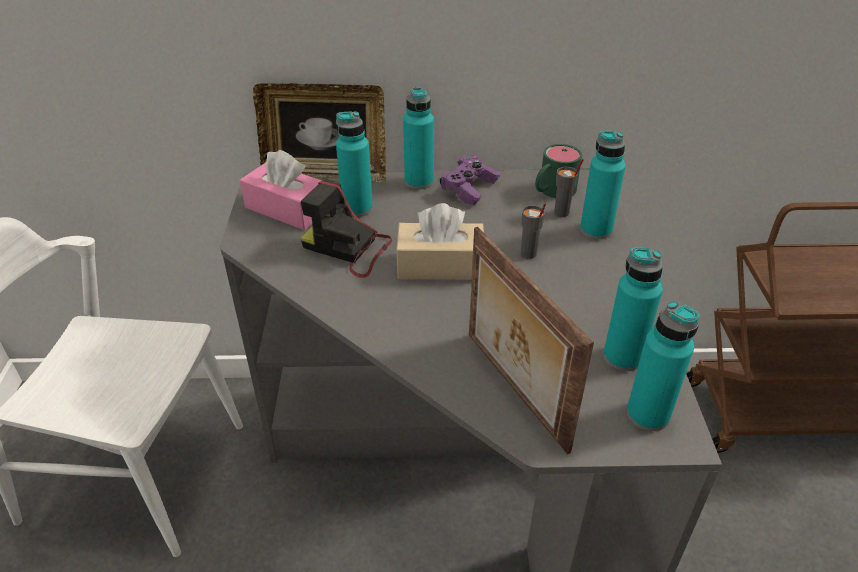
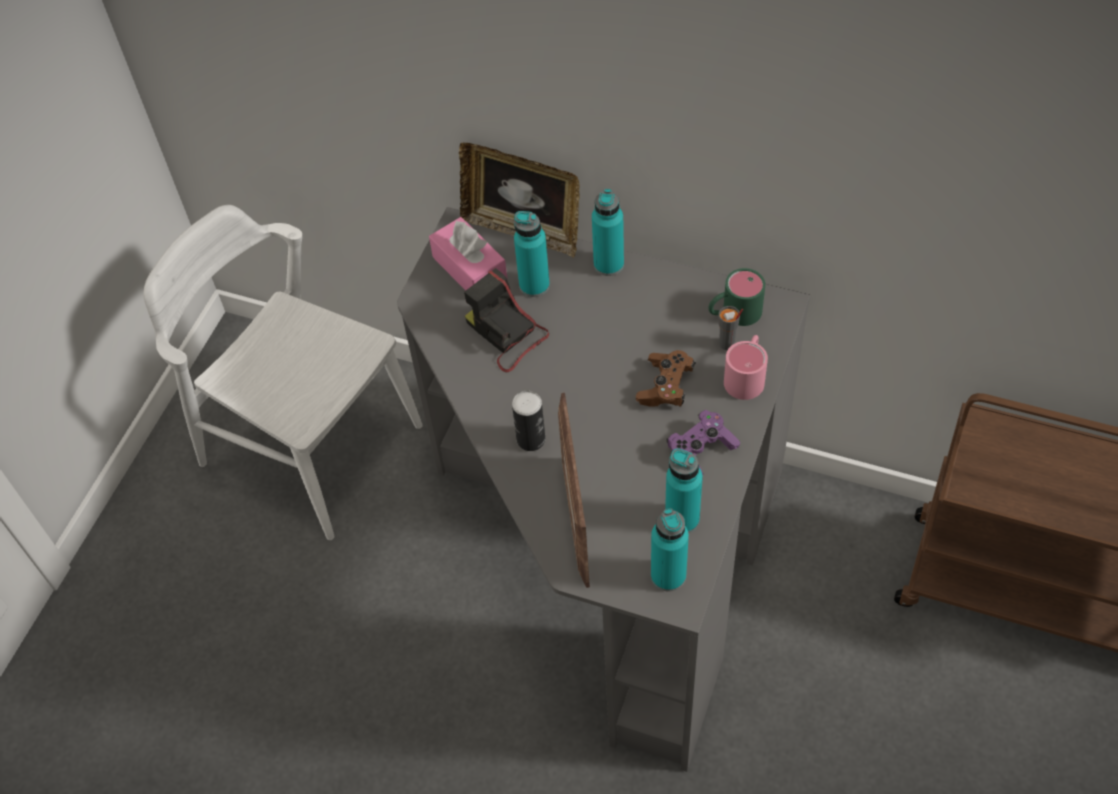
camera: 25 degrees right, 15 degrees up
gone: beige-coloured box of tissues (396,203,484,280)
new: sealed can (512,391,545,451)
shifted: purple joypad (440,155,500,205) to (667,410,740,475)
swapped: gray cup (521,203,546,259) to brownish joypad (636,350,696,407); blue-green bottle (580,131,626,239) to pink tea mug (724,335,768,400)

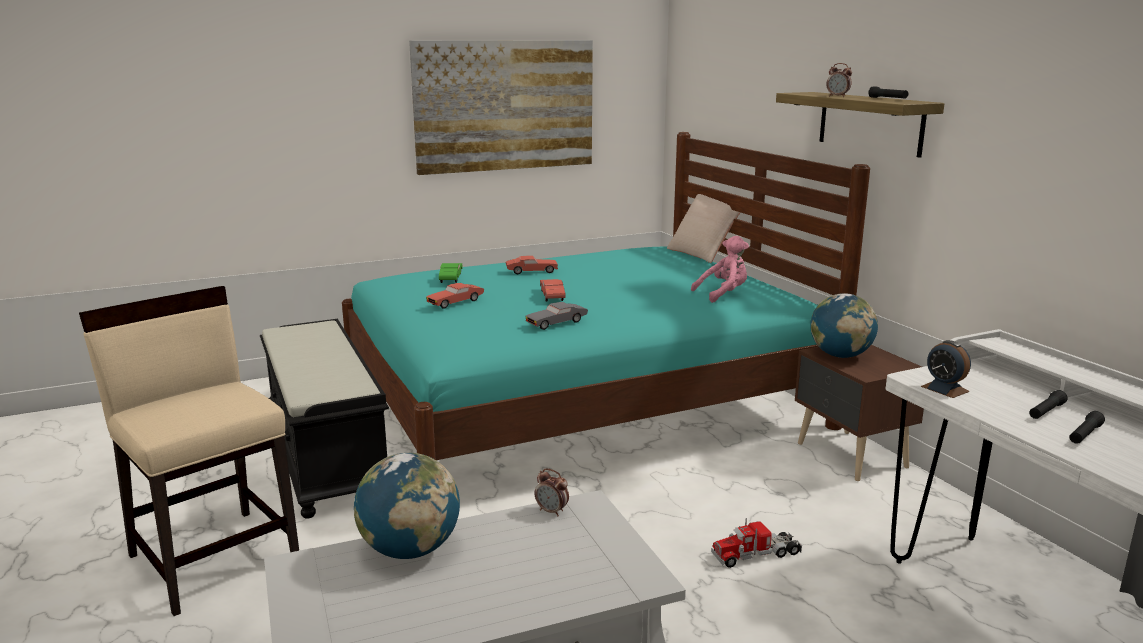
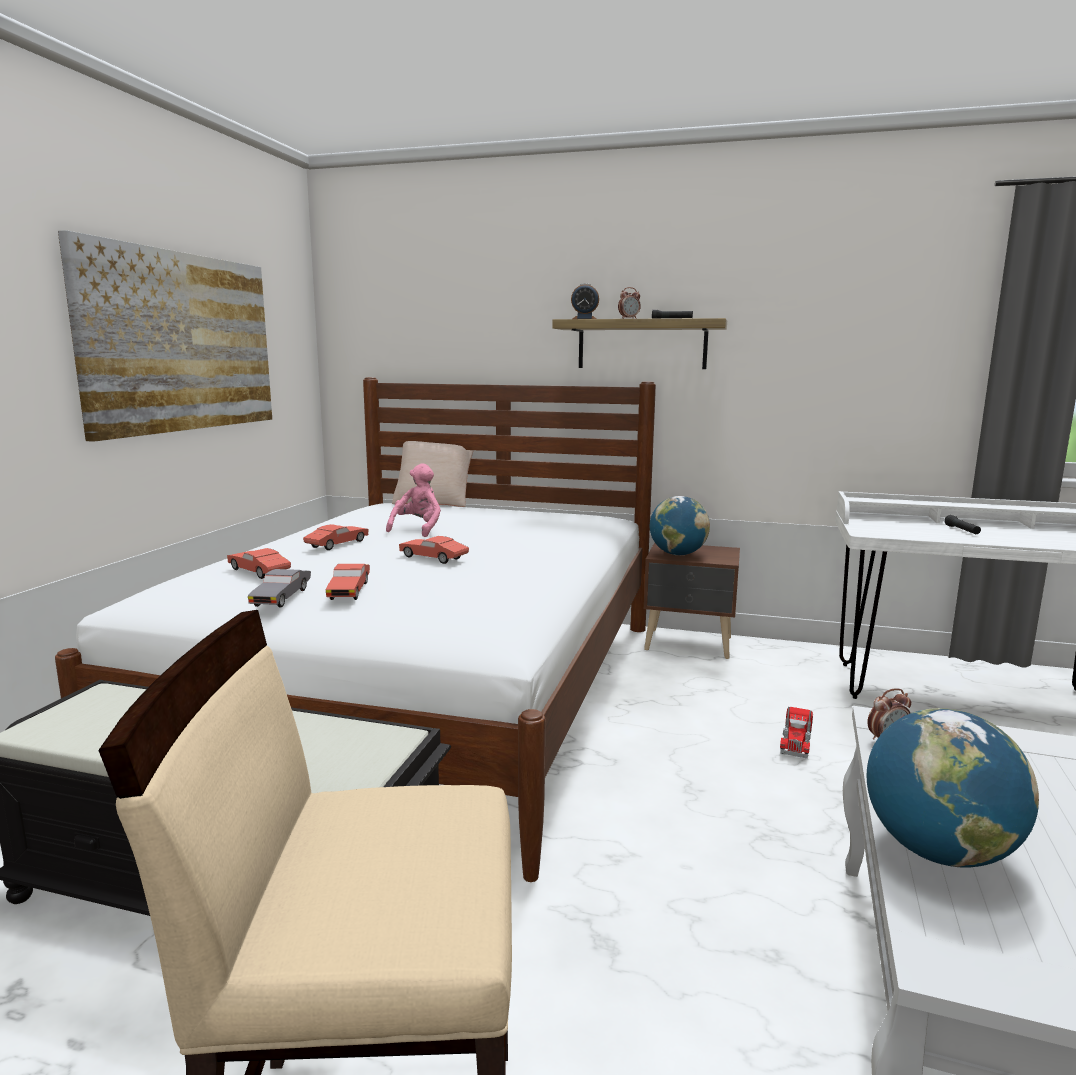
camera: 50 degrees left, 5 degrees down
gone: blackish hand torch (1069,411,1105,444)
shifted: gray miniature car (525,302,588,330) to (248,569,311,608); pink soft toy (691,236,749,303) to (386,463,441,537); alarm clock (921,340,971,398) to (571,283,599,319)
repainted: blue-green bed (342,132,870,460) to white-coloured bed (55,377,656,882); green-coloured miniature car (439,263,462,283) to red miniature car (227,548,291,579)

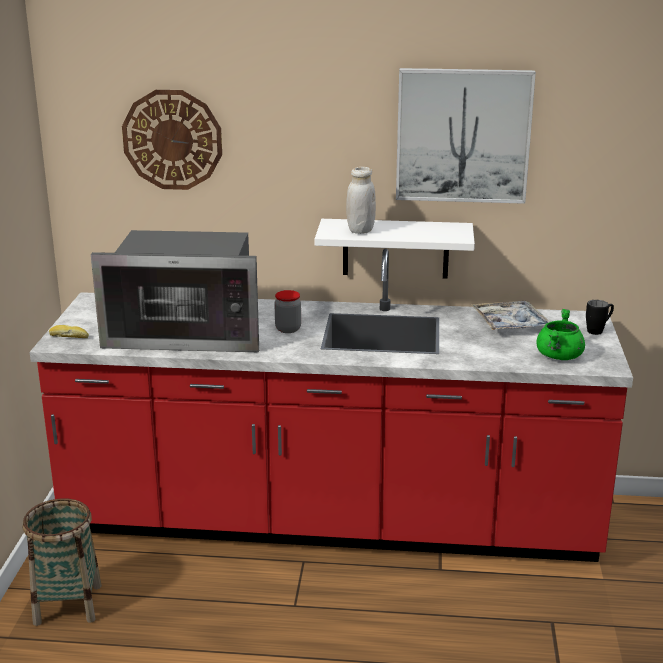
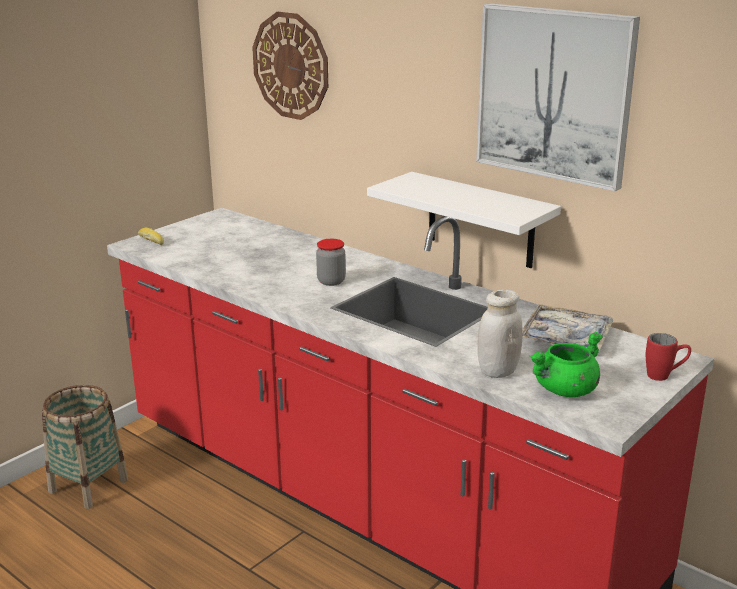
camera: 35 degrees right, 0 degrees up
gone: microwave oven (91,230,259,352)
shifted: white-coloured jar (346,167,376,234) to (478,290,523,378)
repainted: blackish tea mug (586,300,614,335) to red tea mug (646,333,691,381)

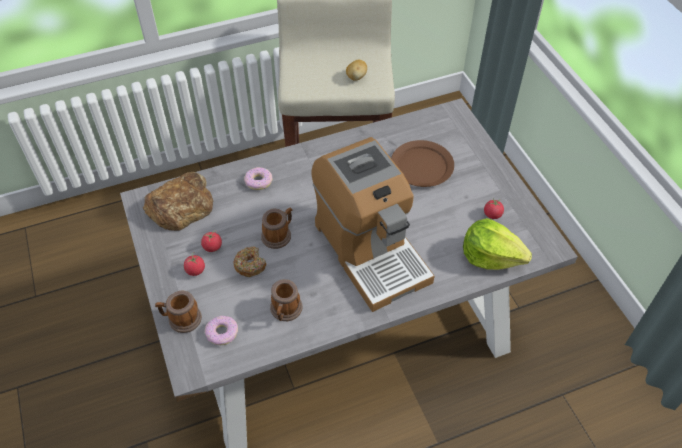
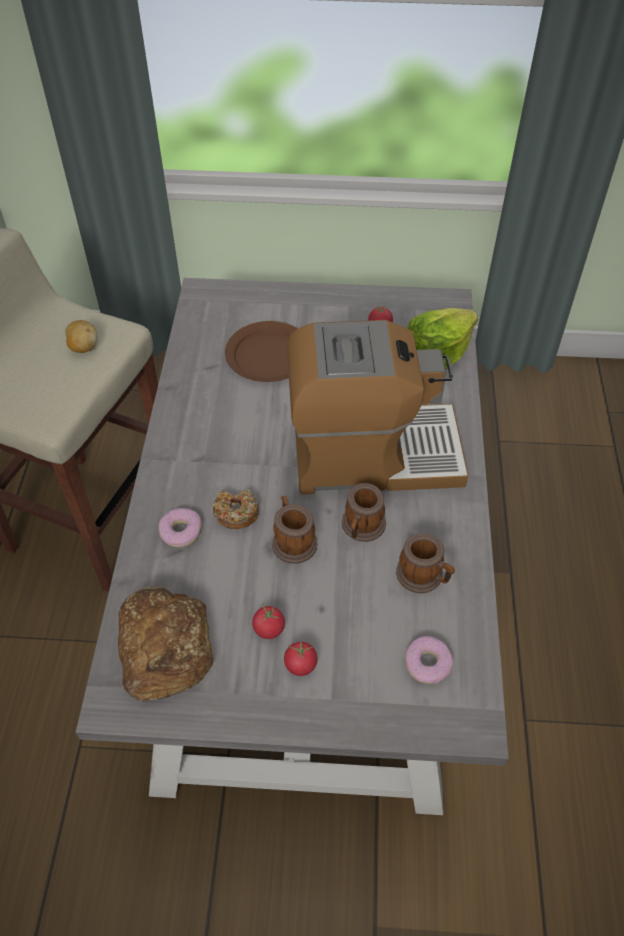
camera: 65 degrees left, 0 degrees up
shifted: tea mug (155,291,202,333) to (342,483,386,542); ring doughnut (233,246,266,277) to (213,489,259,529)

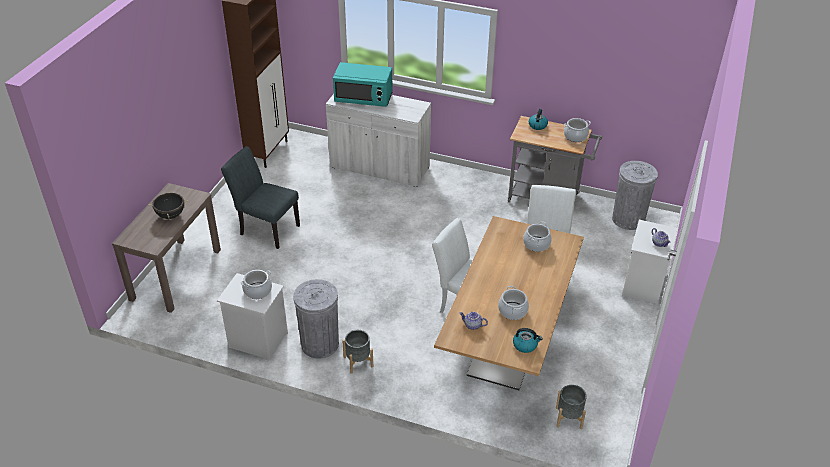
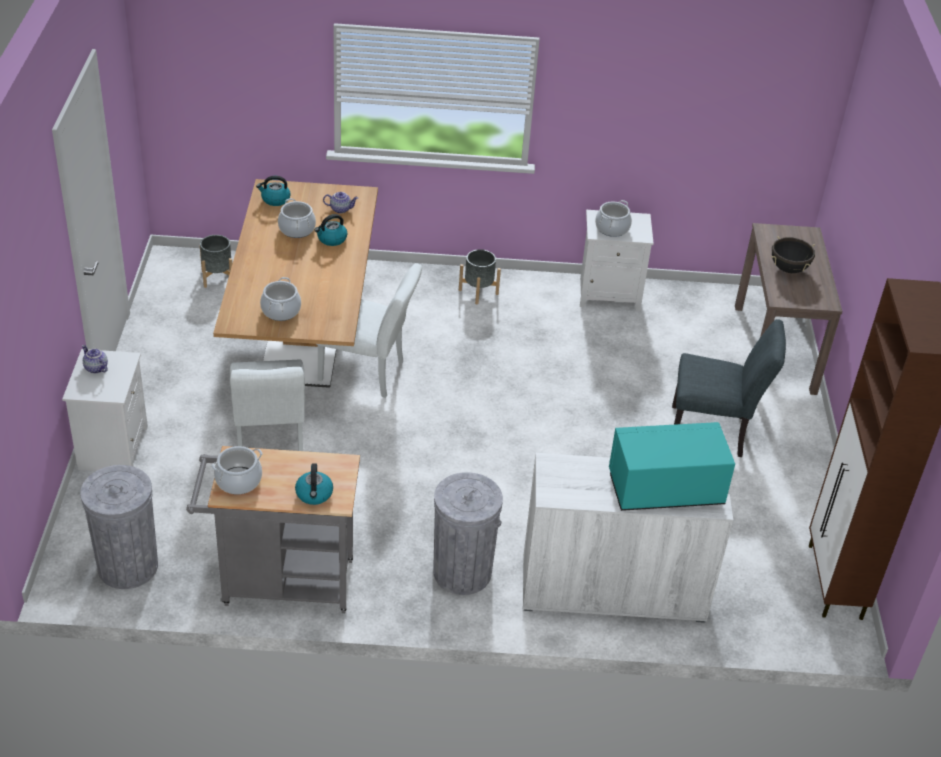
camera: 160 degrees right, 0 degrees up
new: tea kettle (315,214,347,246)
shifted: gray rubbish bin (293,279,339,359) to (433,472,503,595)

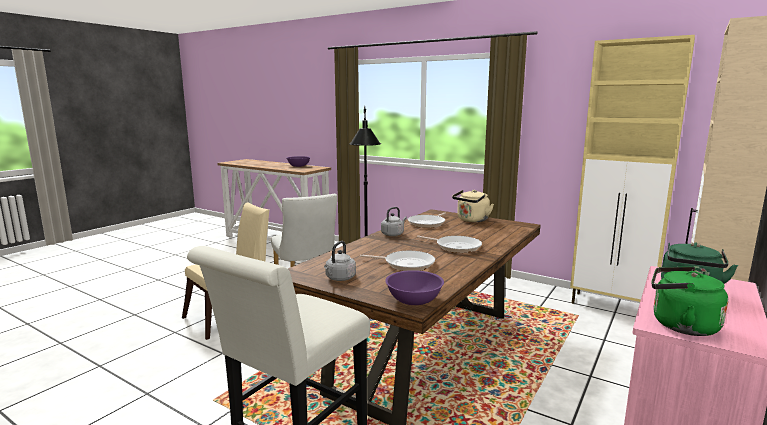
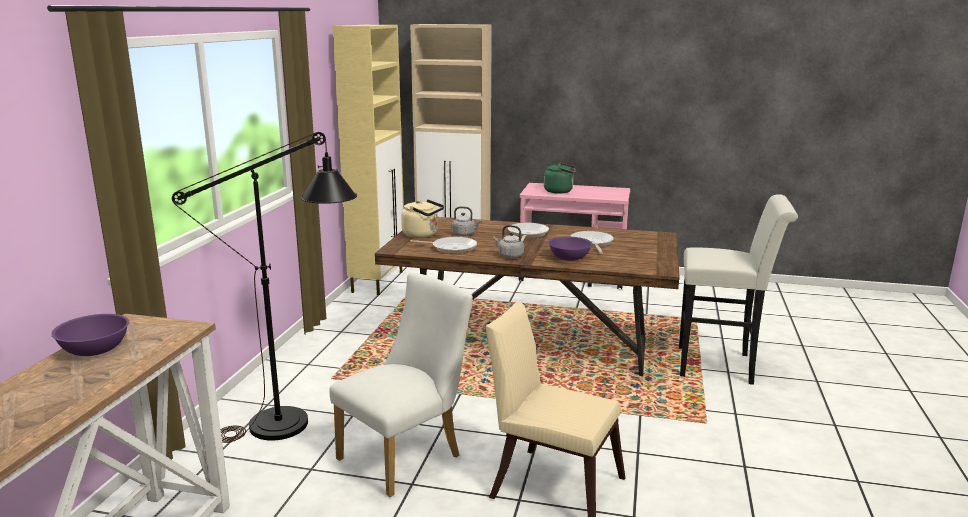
camera: 110 degrees left, 5 degrees up
gone: green-coloured tea kettle (651,267,728,336)
shifted: gray tea kettle (324,241,356,281) to (452,206,481,236); purple serving bowl (385,270,444,305) to (548,237,593,261)

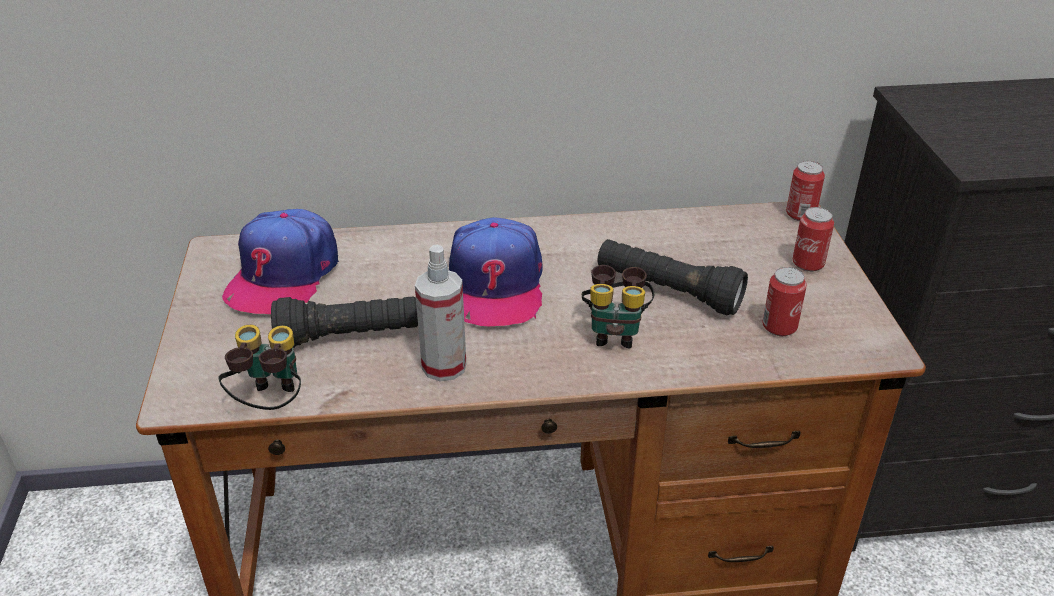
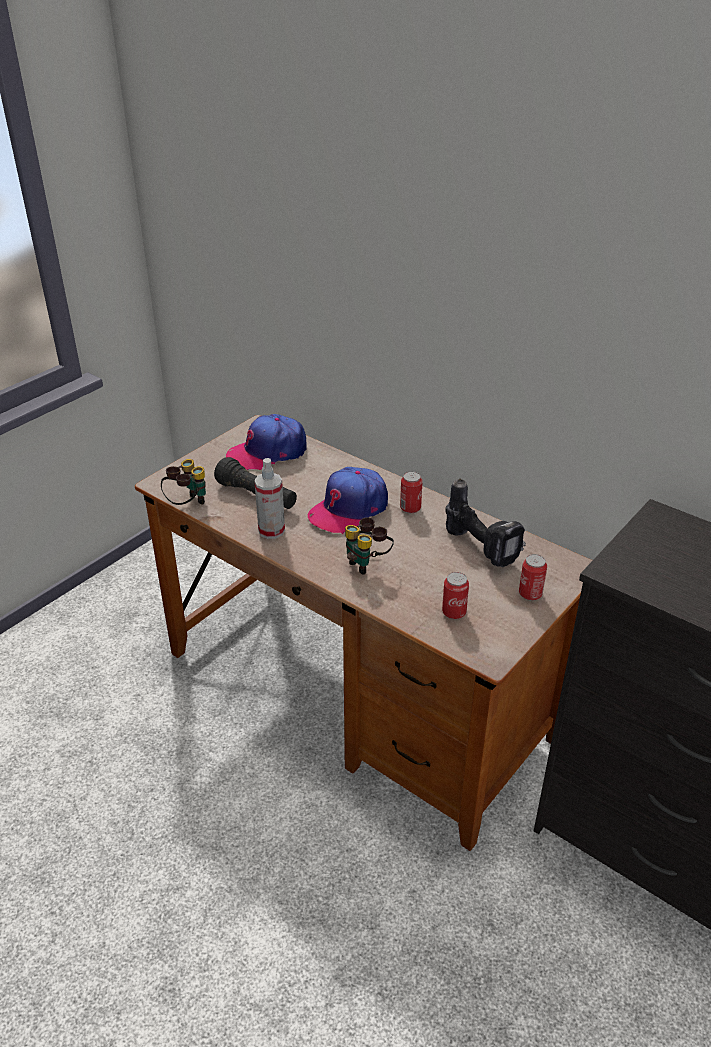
camera: 45 degrees right, 0 degrees up
gone: blackish hand torch (598,239,748,316)
new: electric drill (446,478,526,567)
shifted: sealed can (786,161,825,221) to (400,471,423,513)

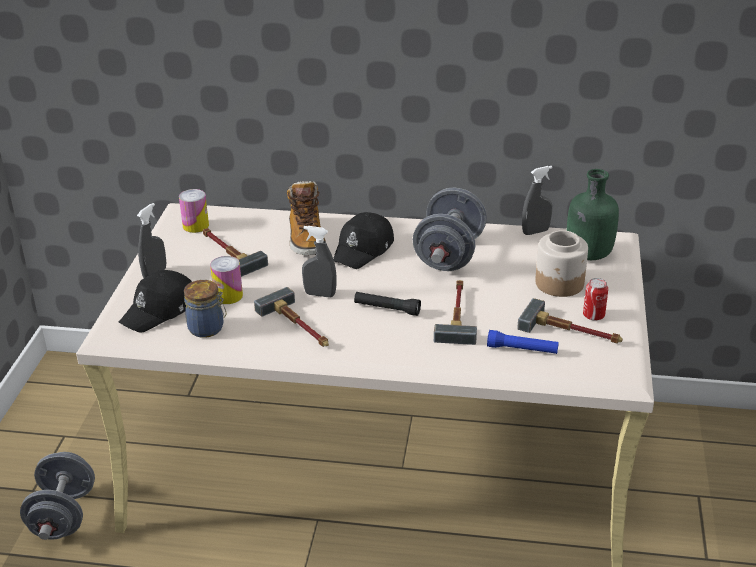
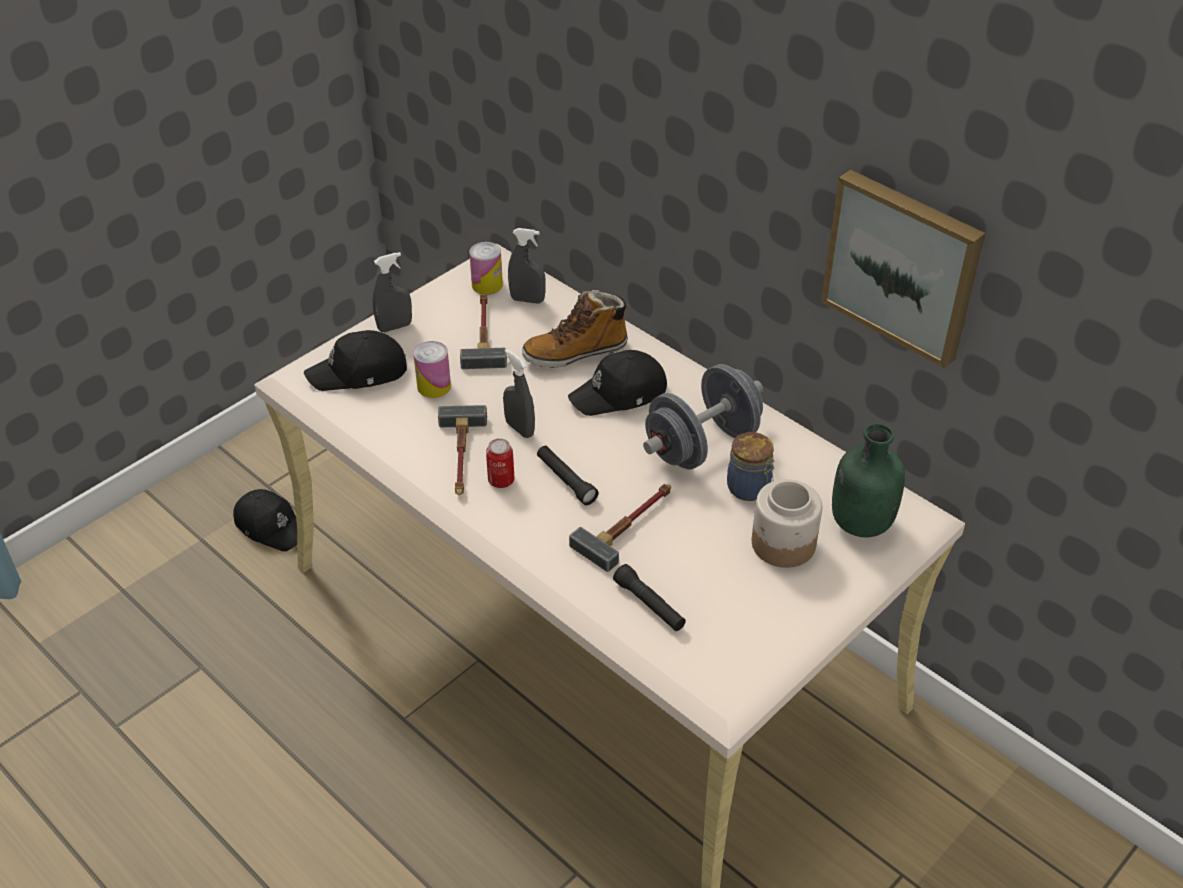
camera: 35 degrees right, 10 degrees up
gone: hammer (517,298,623,344)
new: wall picture (821,170,985,368)
shifted: jar (184,280,226,338) to (727,432,775,501); gray sprayer (522,166,552,235) to (508,228,546,304); sealed can (583,278,608,321) to (486,438,514,488)
swapped: gray hand weight (20,452,95,540) to blackish peaked cap (233,489,297,551)
repainted: blue-coloured hand torch (487,330,559,354) to blackish hand torch (613,564,686,631)
rotated: boot (287,181,326,255) = (522,290,630,368) 45 degrees clockwise

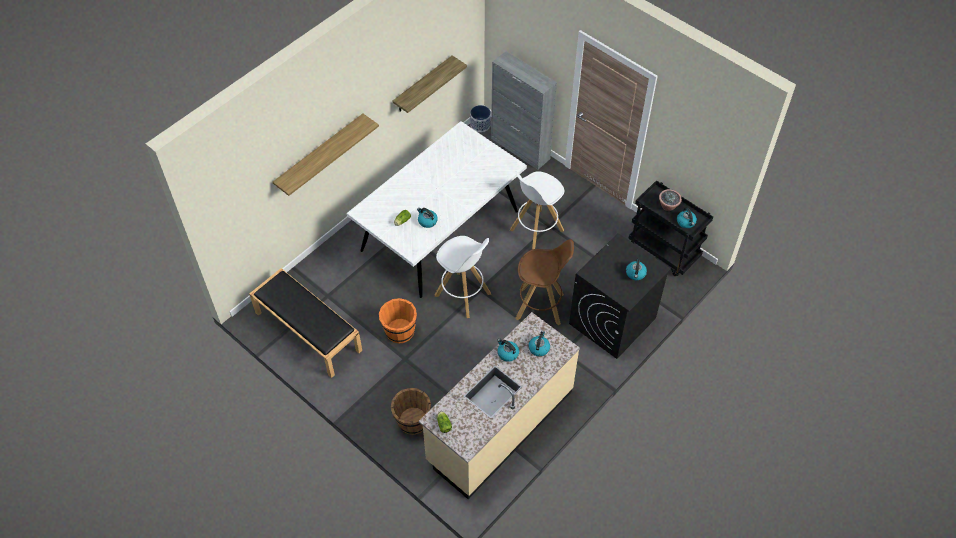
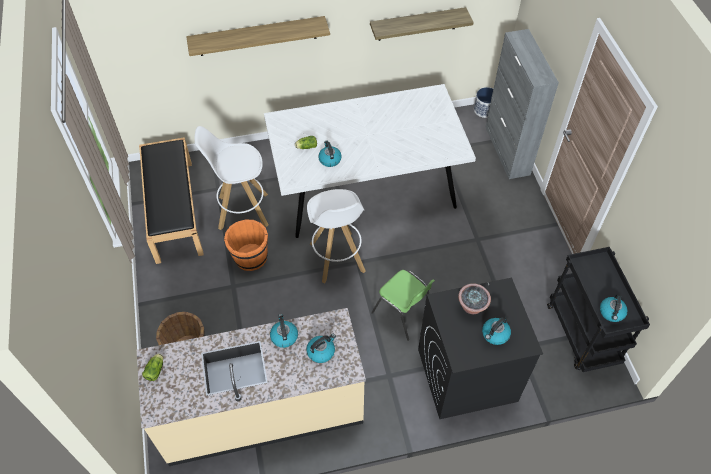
camera: 35 degrees right, 0 degrees up
shifted: white-coloured sitting stool (510,171,564,249) to (194,126,268,230); potted plant (659,189,682,211) to (458,283,491,314)
swapped: brownish sitting stool (515,239,574,325) to green-coloured plain chair (371,270,435,341)

